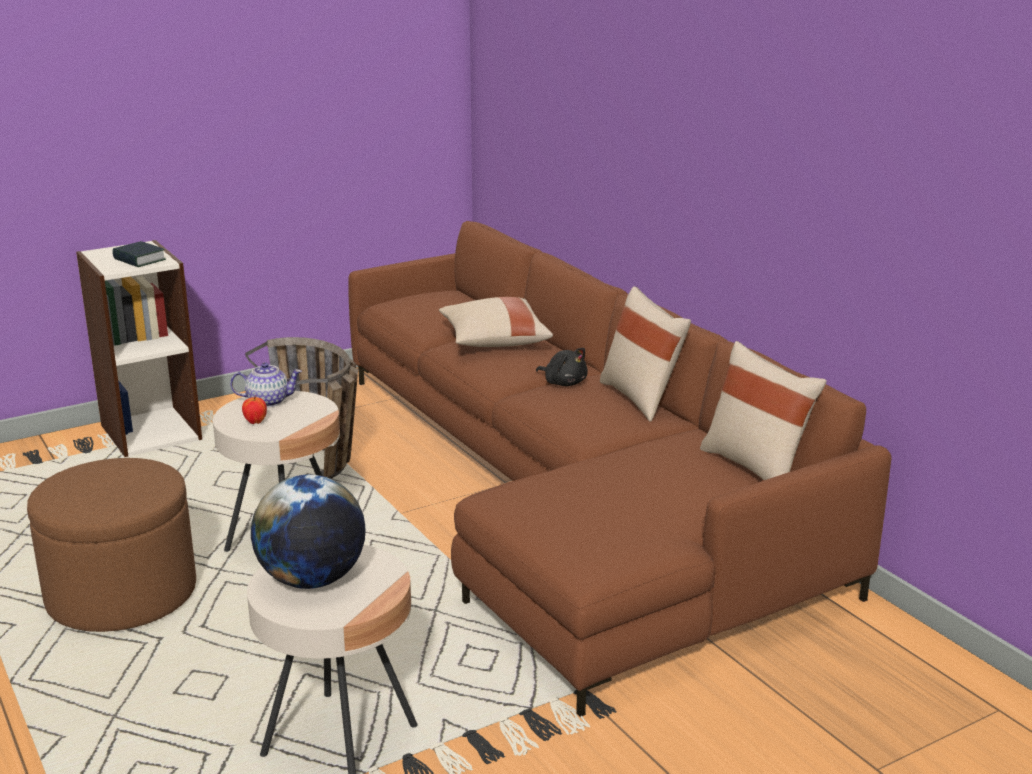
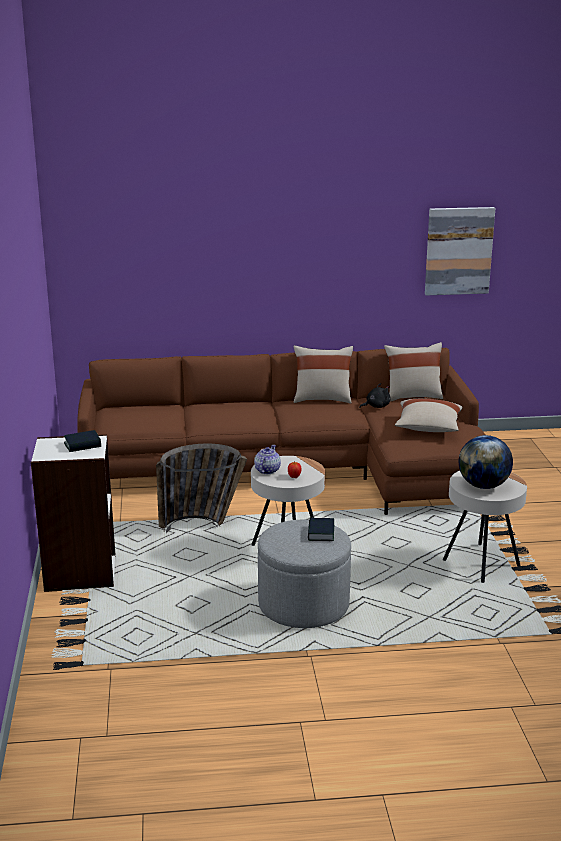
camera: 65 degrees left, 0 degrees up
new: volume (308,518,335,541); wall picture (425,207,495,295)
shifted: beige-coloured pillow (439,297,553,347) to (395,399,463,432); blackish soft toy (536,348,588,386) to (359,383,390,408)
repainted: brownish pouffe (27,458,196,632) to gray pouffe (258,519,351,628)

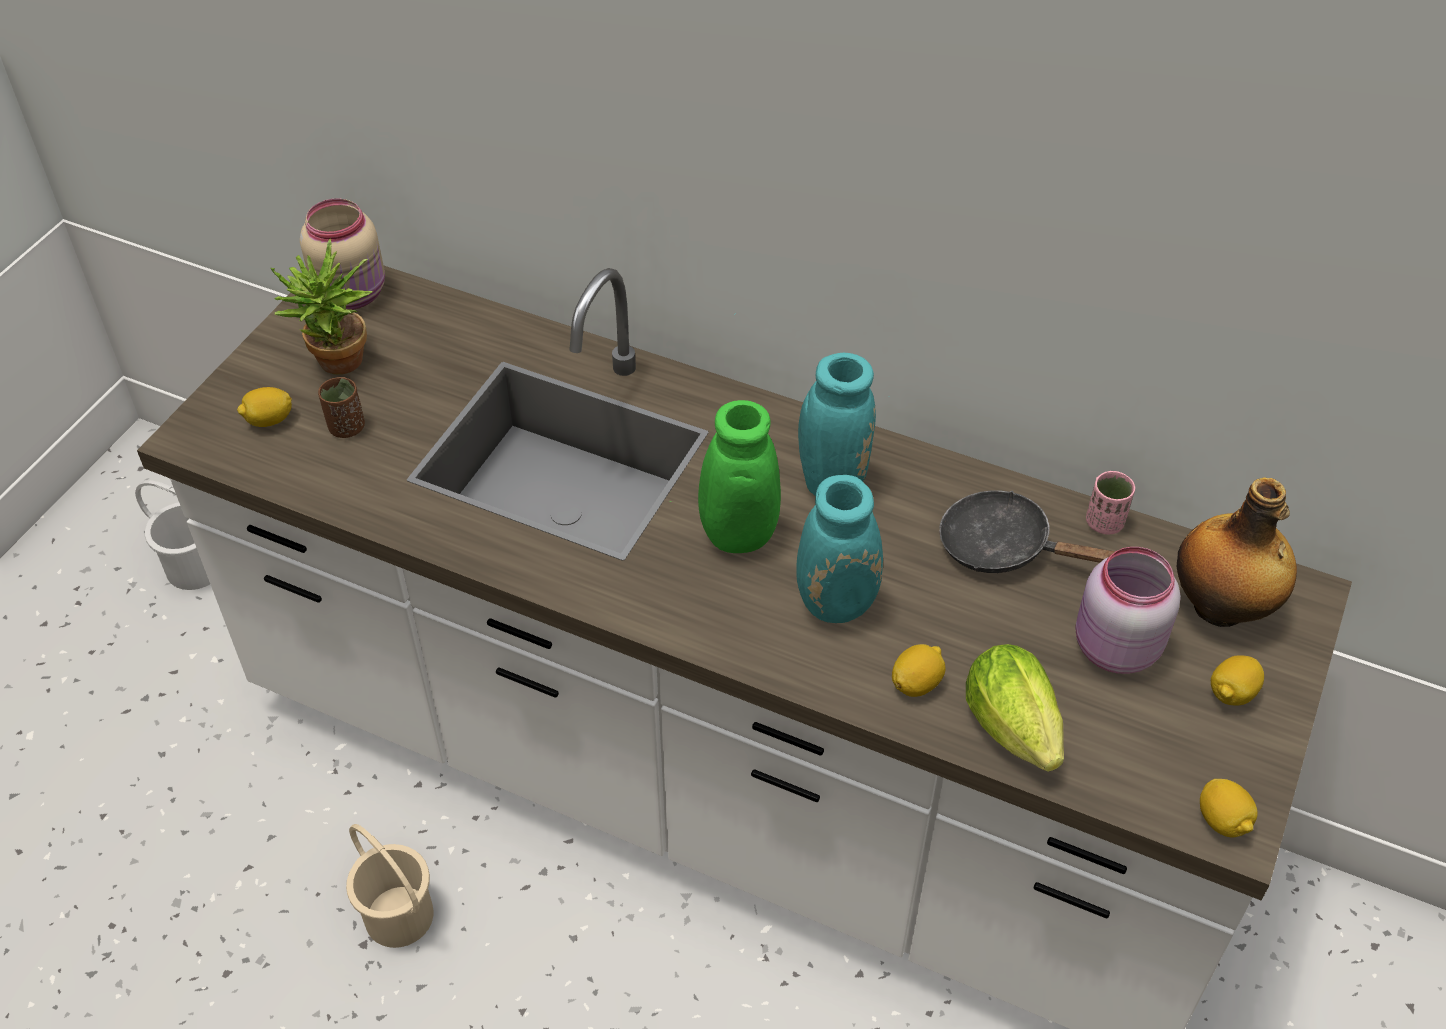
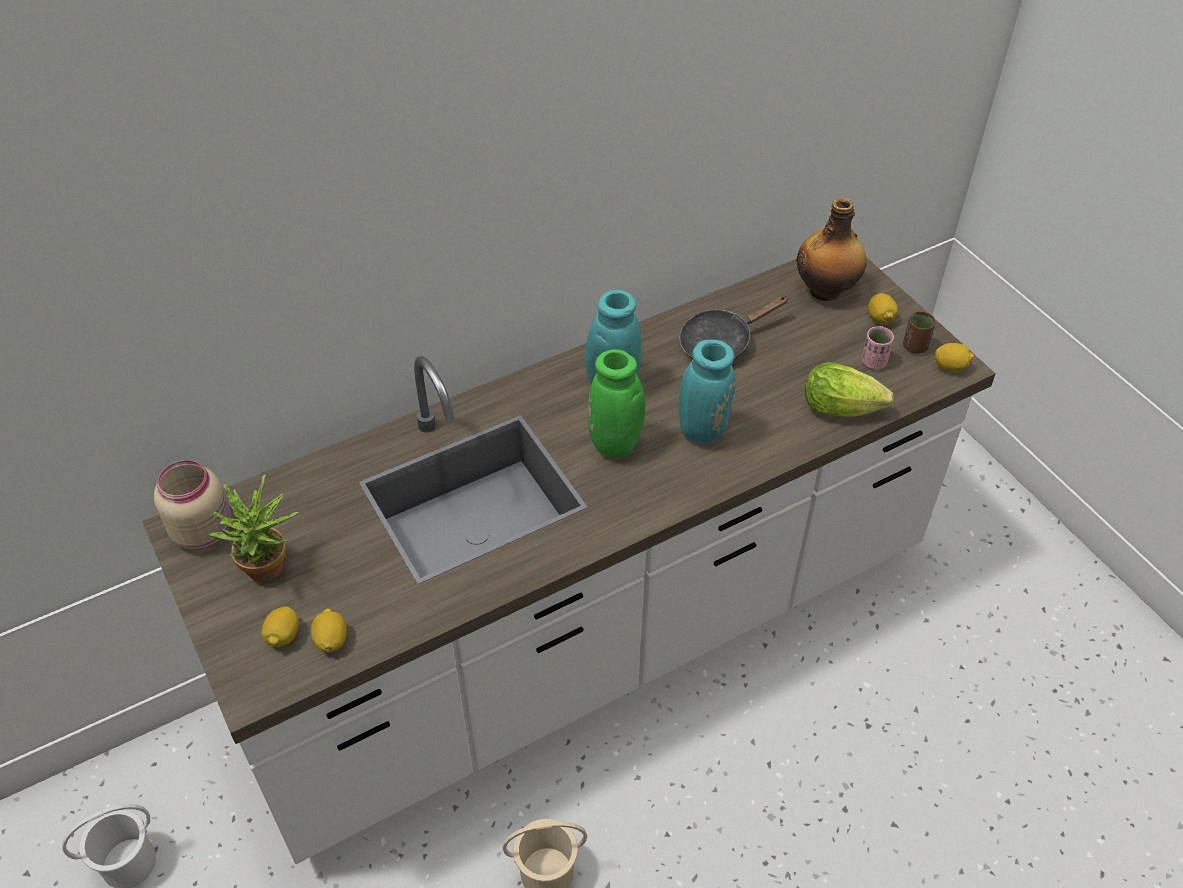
camera: 55 degrees left, 0 degrees up
gone: pink jar (1075,547,1181,674)
shifted: brownish cup (318,377,365,438) to (903,311,936,354); citrus fruit (892,644,946,697) to (311,609,347,653); pink cup (1086,471,1135,535) to (861,326,894,369)

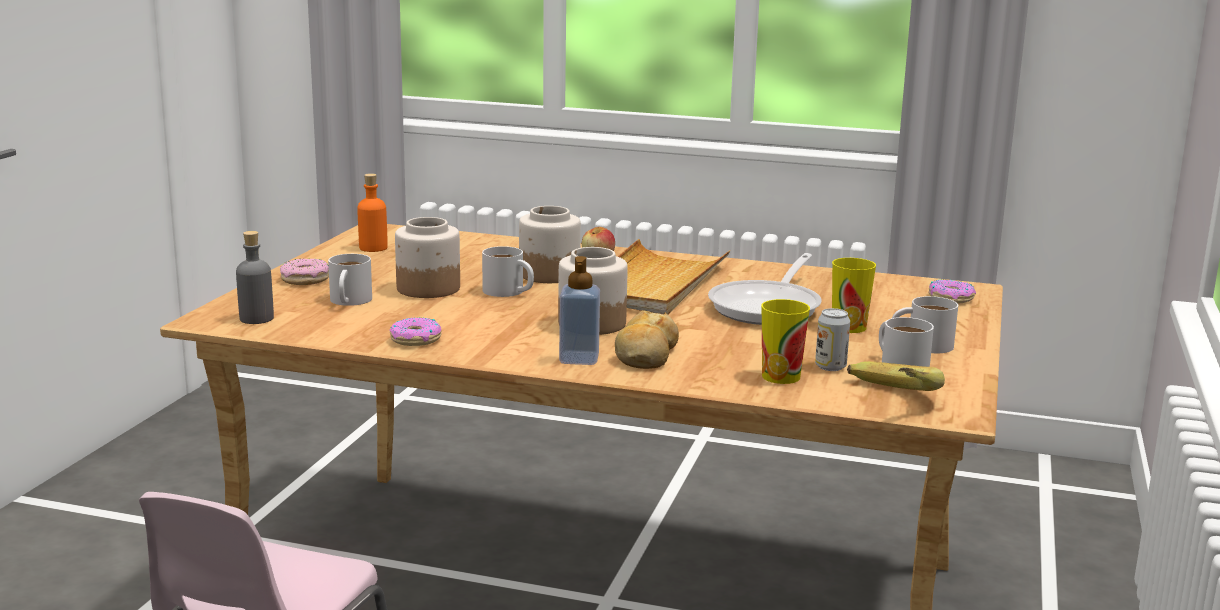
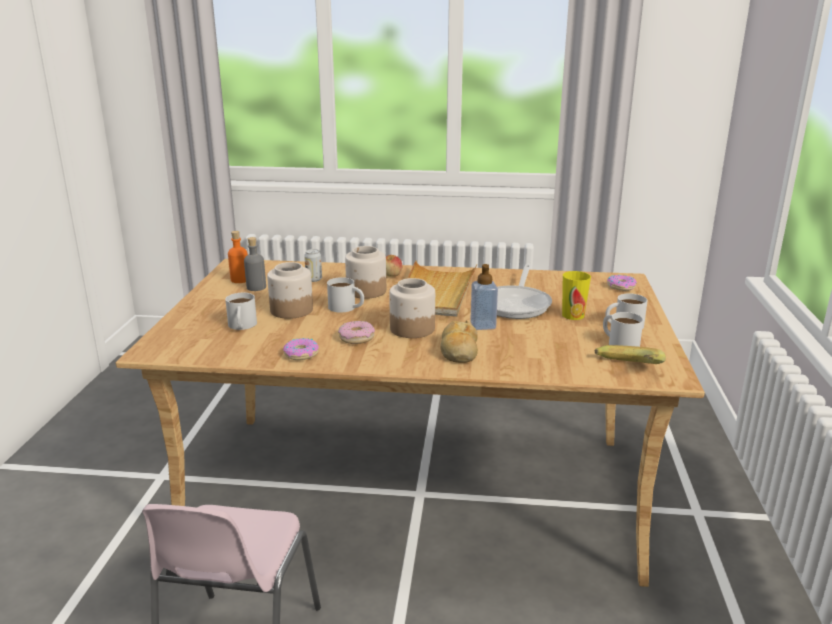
camera: 10 degrees left, 5 degrees up
gone: cup (761,299,810,384)
shifted: gray bottle (236,231,274,324) to (244,237,266,291); ring doughnut (280,258,329,285) to (338,321,375,344); liquid soap bottle (559,256,600,365) to (470,264,498,330); sealed can (815,308,850,371) to (304,249,322,282)

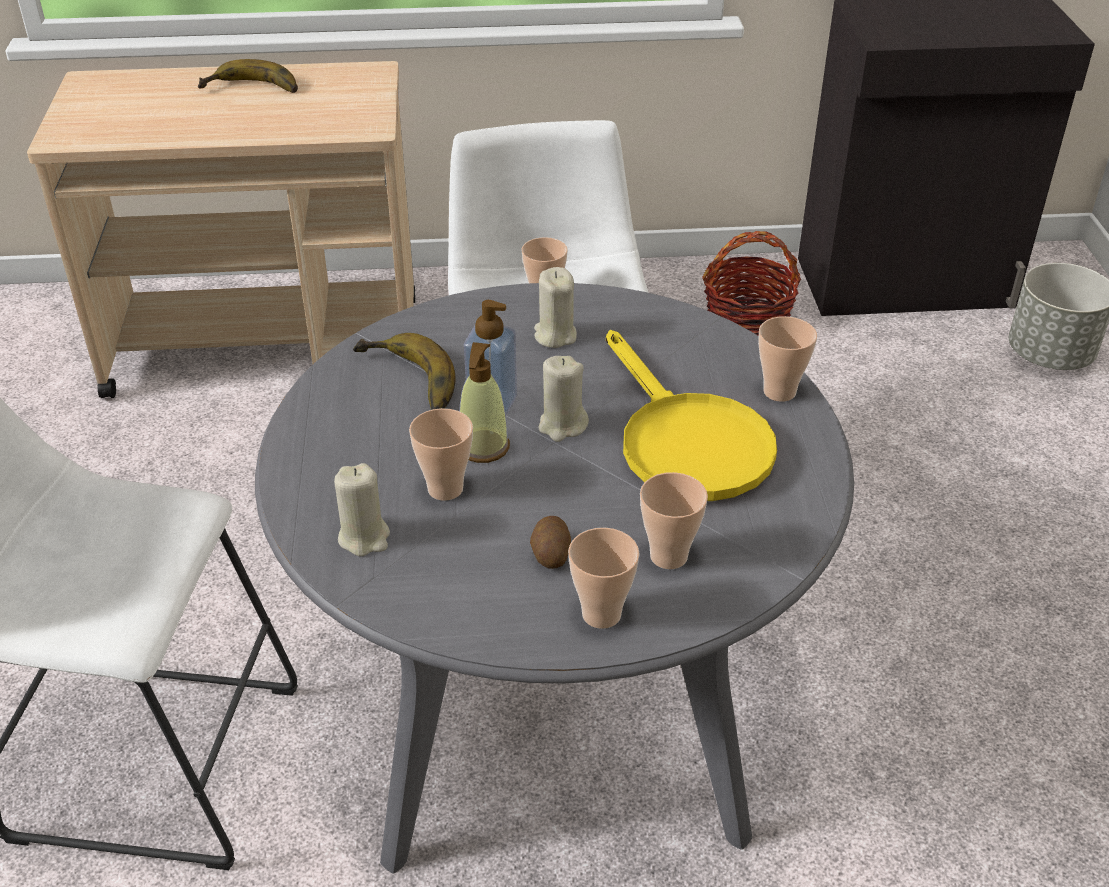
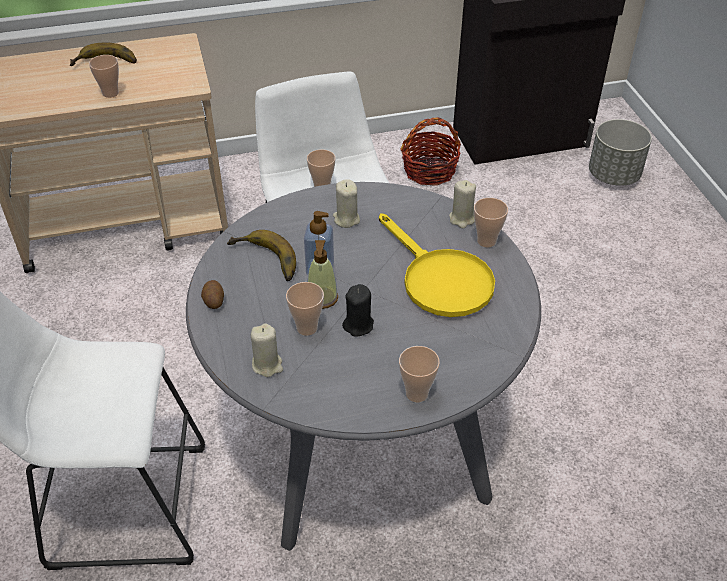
camera: 10 degrees left, 5 degrees up
new: blackish wax candle (342,284,374,337)
shifted: whole potato (530,516,571,569) to (201,280,224,309); beige-coloured wax candle (539,356,589,442) to (449,180,476,228); cup (640,472,708,569) to (89,55,119,98)

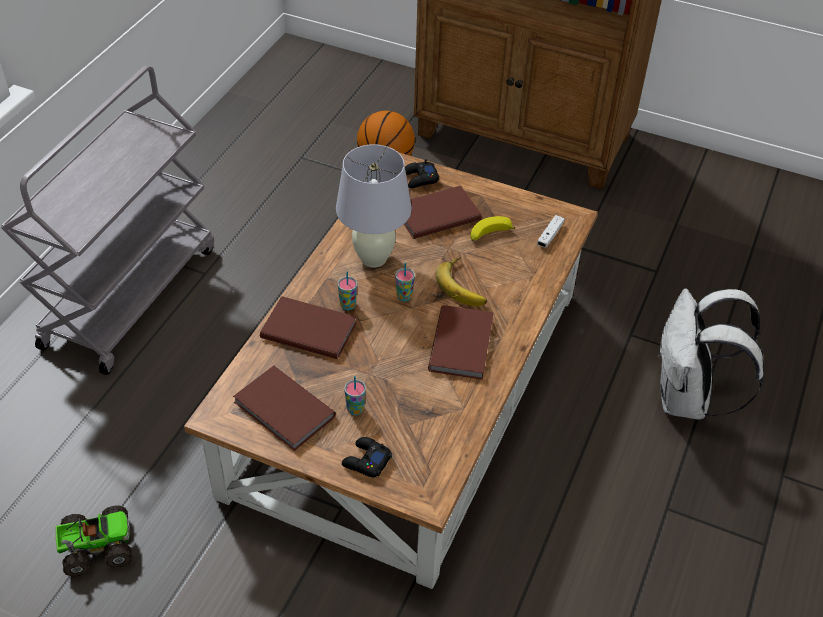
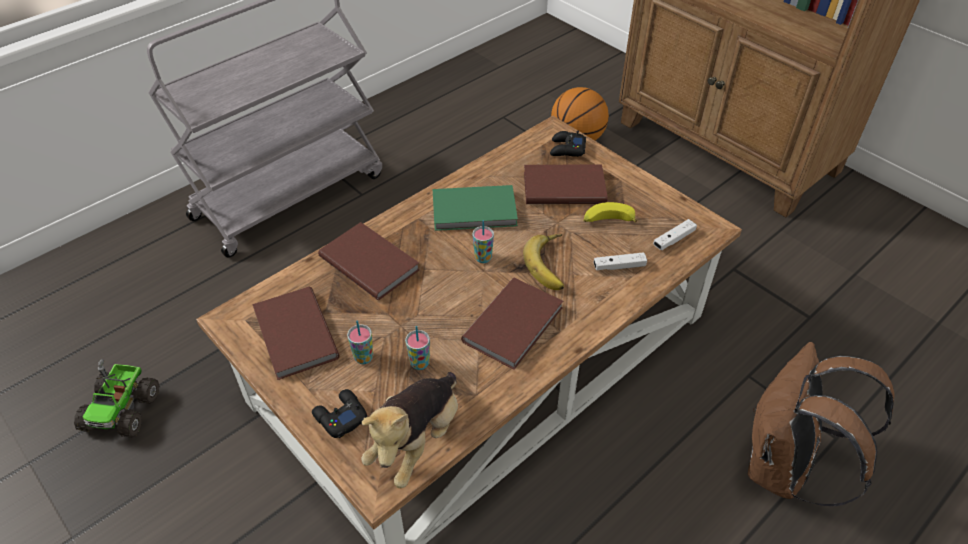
camera: 25 degrees right, 0 degrees up
new: soft toy (361,372,458,488); white-coloured joypad (594,252,647,270)
shifted: cup (338,272,357,310) to (405,326,430,370)
swapped: white-coloured table lamp (336,144,412,267) to green-coloured volume (433,185,518,231)
repainted: white-coloured knapsack (658,288,763,420) to brownish knapsack (748,342,895,506)
rotated: model truck (56,506,132,576) = (74,359,159,438) 90 degrees clockwise

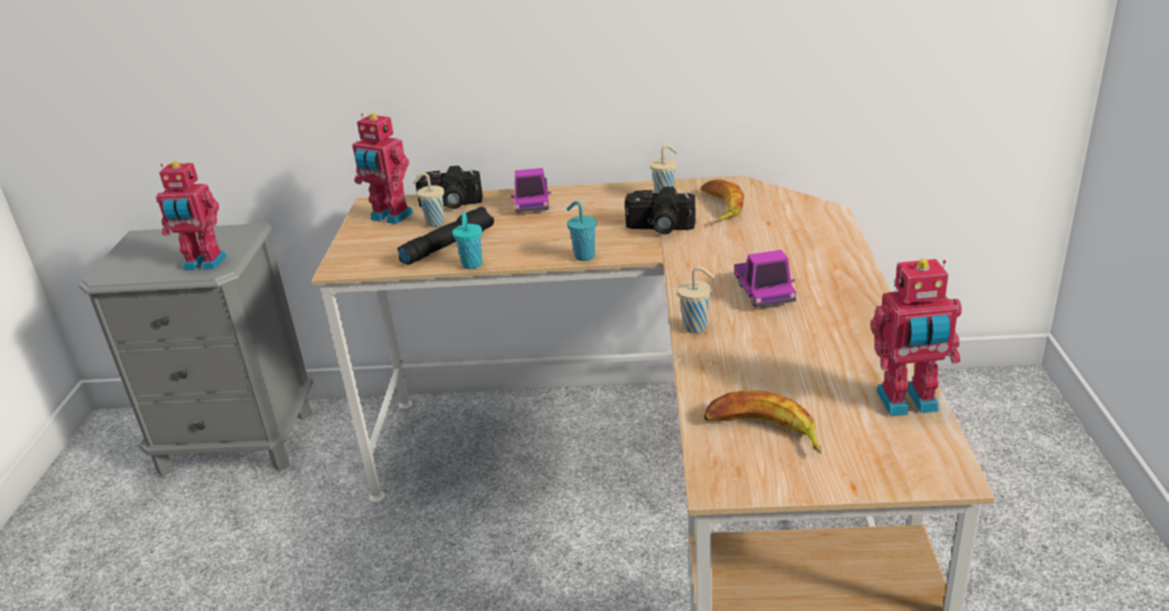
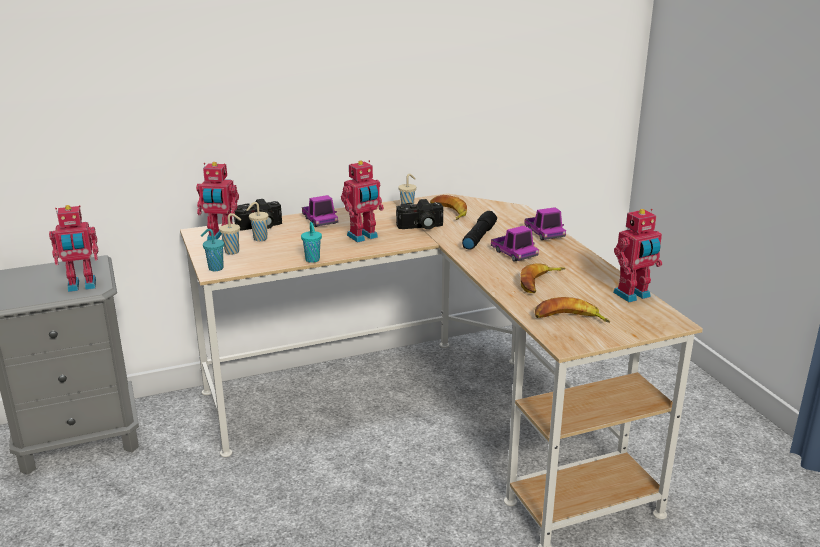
camera: 25 degrees left, 5 degrees down
new: robot figure (341,160,384,243); banana fruit (520,263,566,293); model truck (524,207,566,240)
shifted: blackish hand torch (397,207,494,265) to (462,211,497,250); blue-green cup (567,201,597,261) to (201,229,224,271); beige-coloured cup (677,266,715,333) to (219,213,241,255)

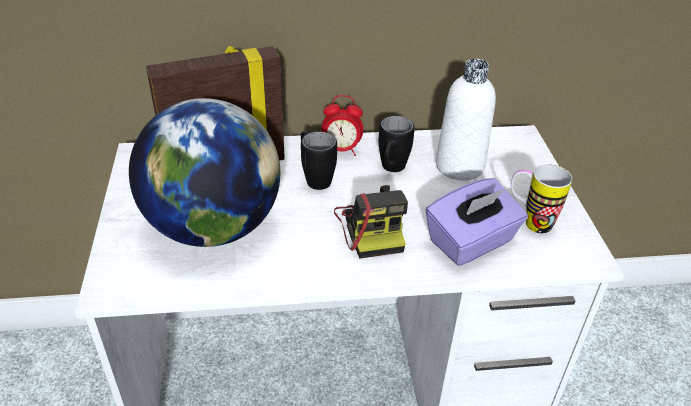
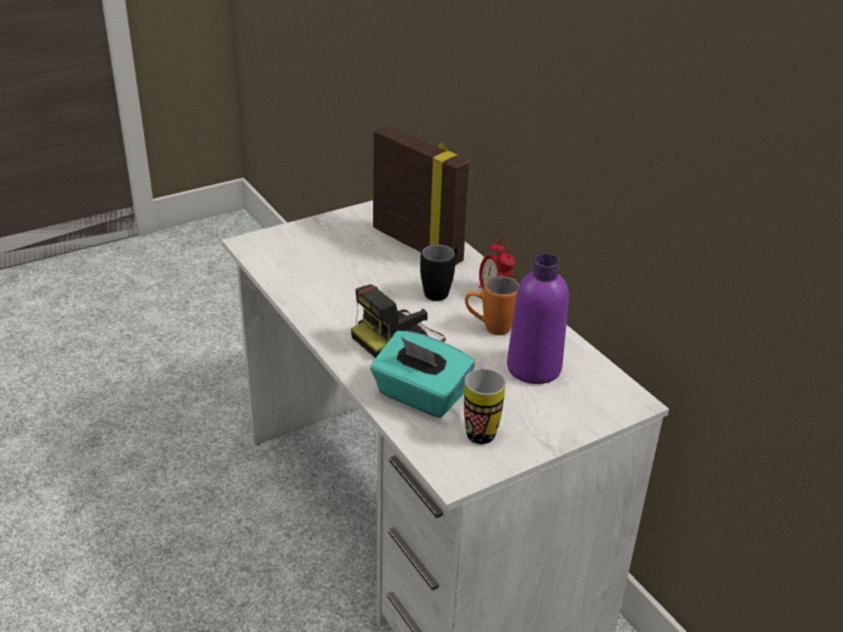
camera: 65 degrees right, 5 degrees down
gone: world globe (129,98,280,247)
repainted: blackish tea mug (379,116,415,172) to orange-coloured tea mug (465,276,519,335); purple box of tissues (426,178,528,266) to blue-green box of tissues (370,331,475,418); white-coloured bottle (436,59,496,180) to purple bottle (507,254,569,384)

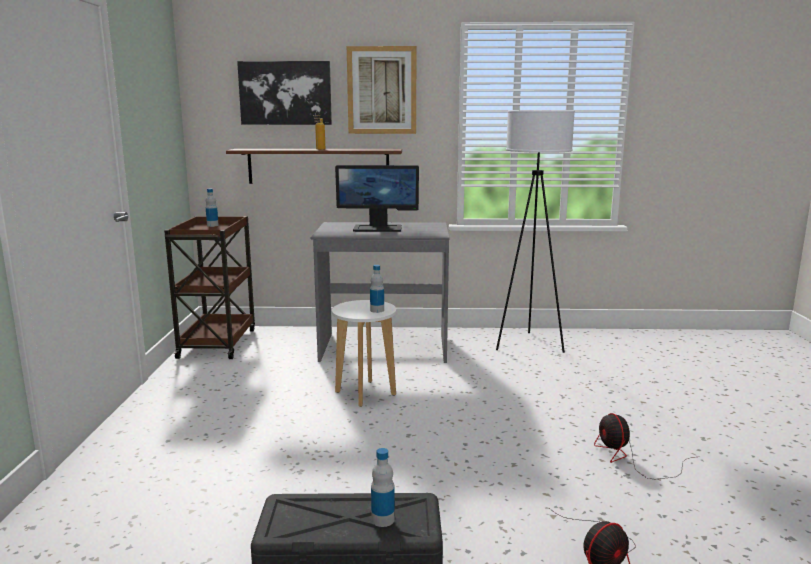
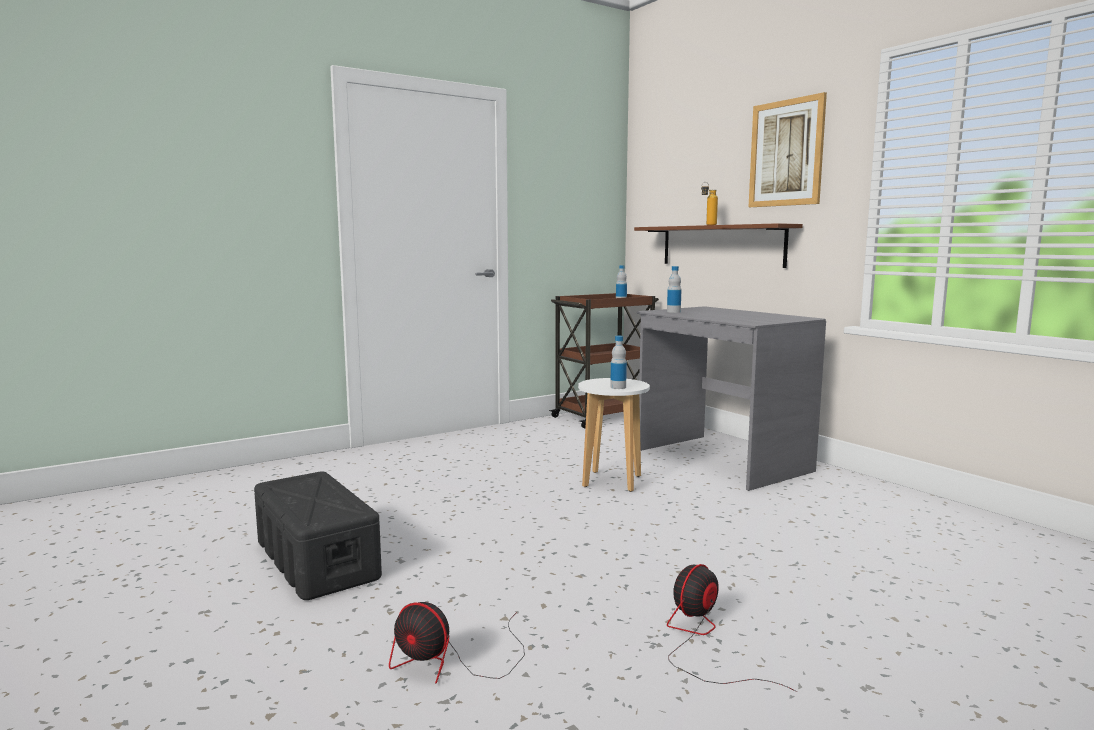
camera: 55 degrees right, 5 degrees down
gone: wall picture (237,61,332,125); computer screen (335,165,419,232); white-coloured floor lamp (496,110,575,353)
shifted: bottle (371,448,395,527) to (667,266,681,313)

